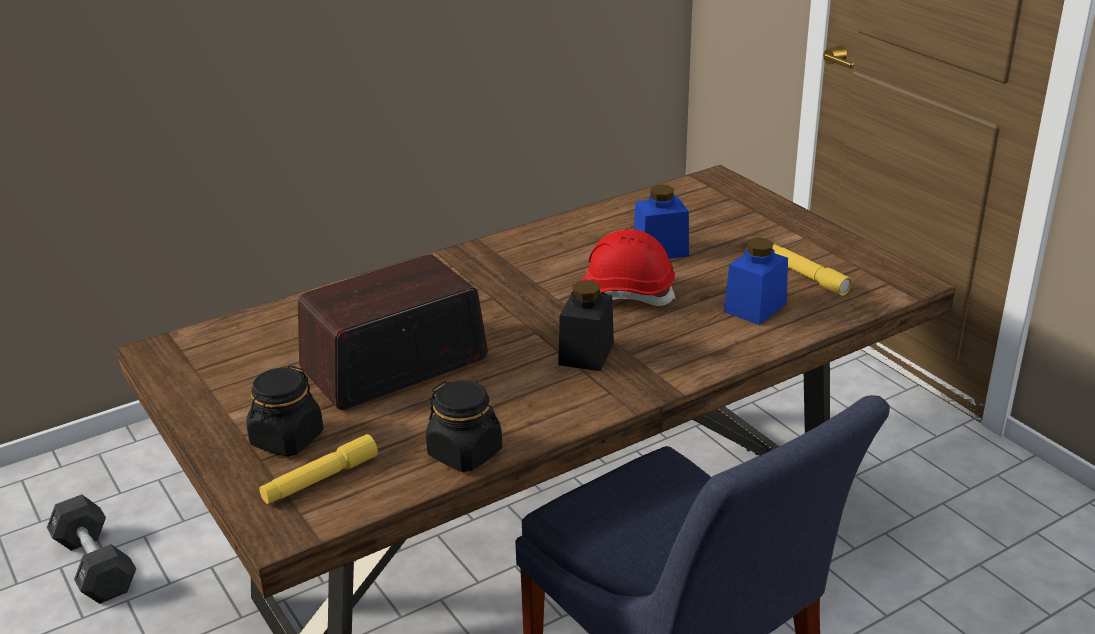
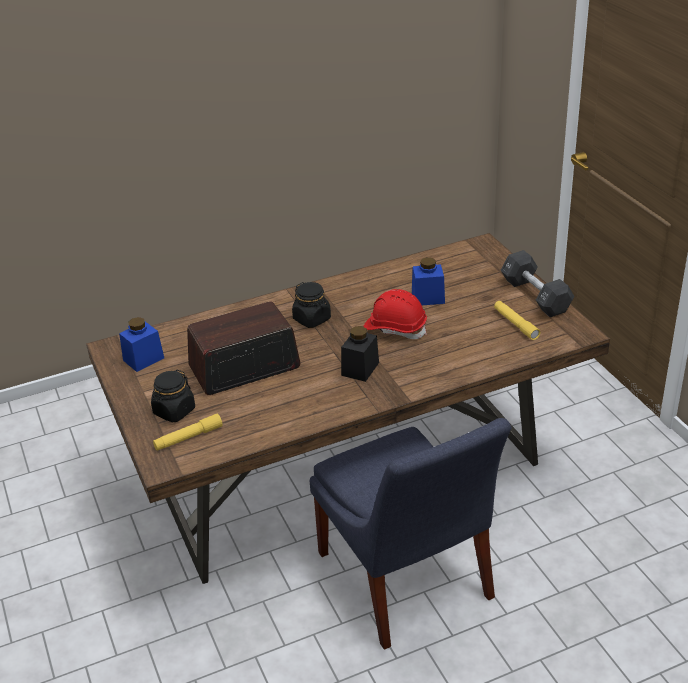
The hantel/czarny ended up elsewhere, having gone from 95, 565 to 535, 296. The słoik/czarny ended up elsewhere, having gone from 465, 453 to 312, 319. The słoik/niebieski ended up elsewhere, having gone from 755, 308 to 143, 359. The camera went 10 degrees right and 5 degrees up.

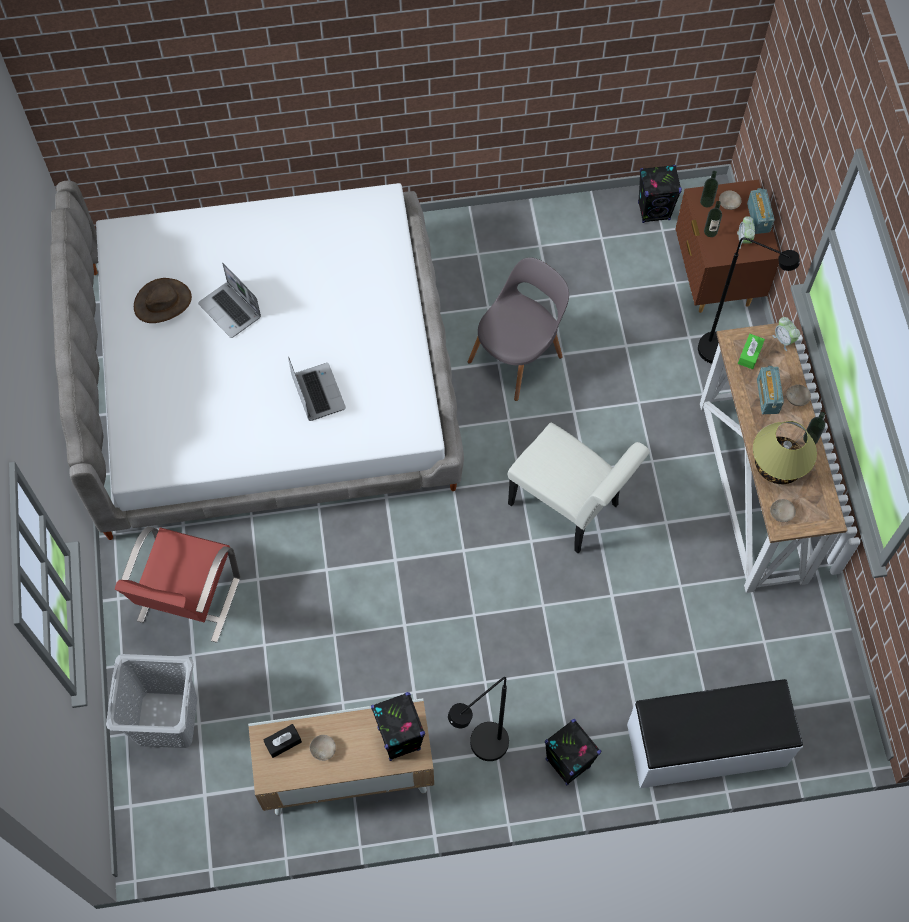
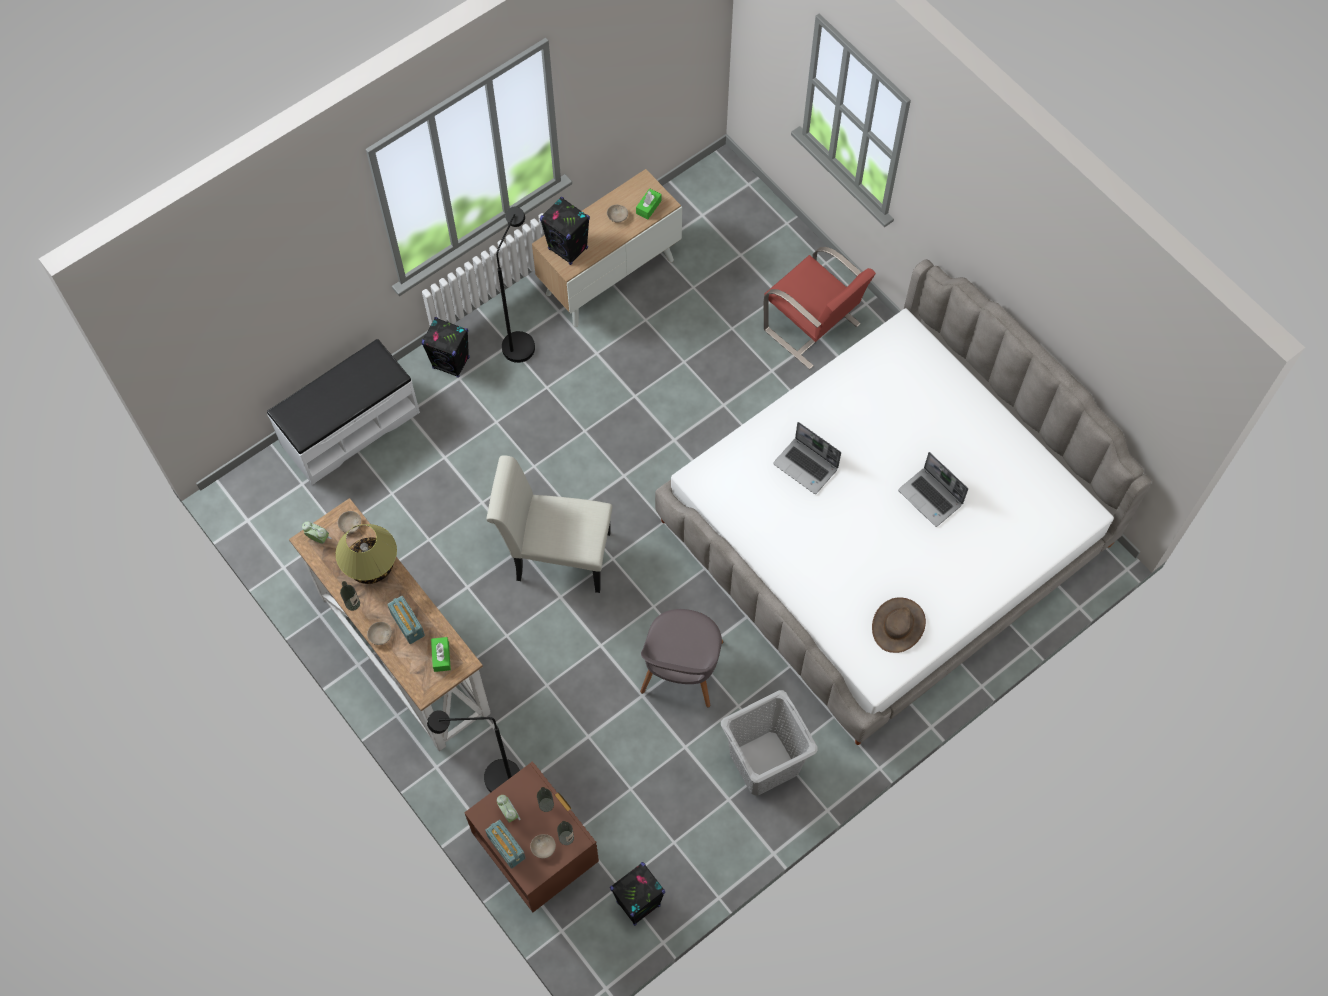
The kosz na pranie/szary ended up elsewhere, having gone from 166, 719 to 765, 763. The kapelusz/brązowy ended up elsewhere, having gone from 162, 302 to 898, 625. The budzik ended up elsewhere, having gone from 784, 340 to 318, 538. What was the pudełko chusteczek/czarny at 283, 742 turned into the pudełko chusteczek/zielony at 648, 207. The krzesło/czerwony at 187, 601 ended up facing another way, 150 degrees clockwise from before. The laptop at 231, 310 ended up facing another way, 150 degrees counterclockwise from before. The camera went 150 degrees right and 0 degrees up.

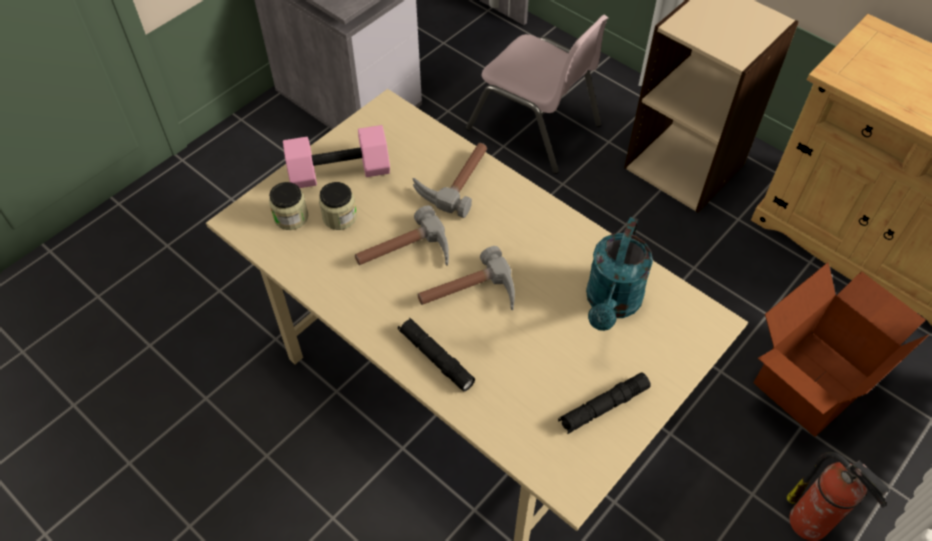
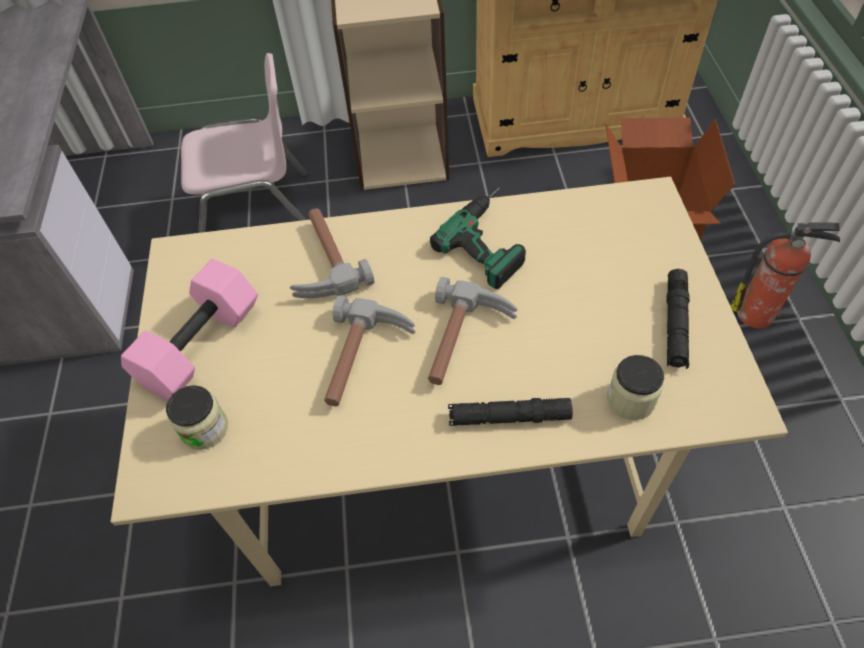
The second view lost the konewka/turkusowy at 611, 304. The second view gained the wiertarka at 493, 238. The słoik ended up elsewhere, having gone from 339, 217 to 630, 399. The camera went 45 degrees left and 0 degrees up.

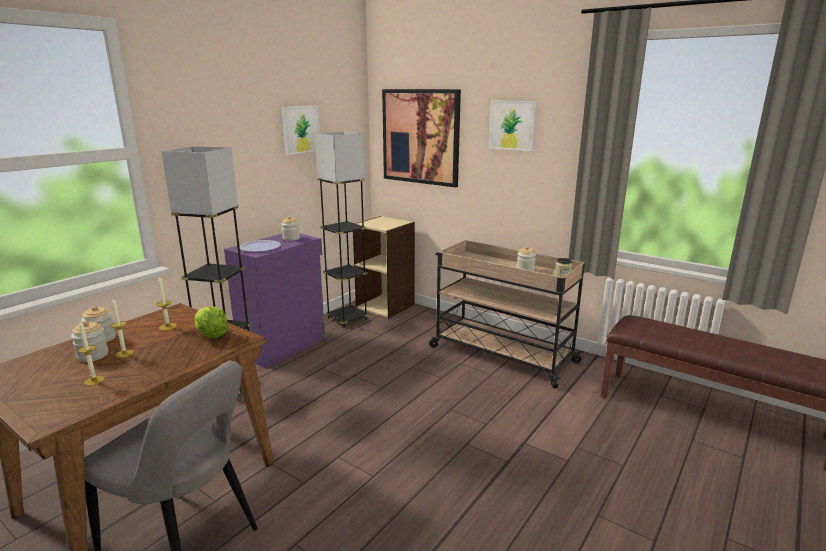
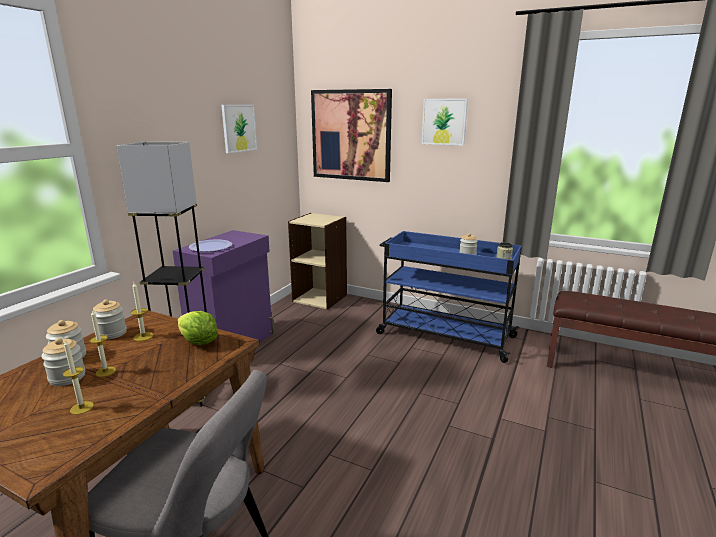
The second view lost the lampa stojąca/szary at 347, 319. The słoik ended up elsewhere, having gone from 291, 238 to 112, 333. What was the wózek/beżowy at 500, 354 turned into the wózek/niebieski at 443, 335. The camera went 10 degrees left and 0 degrees up.

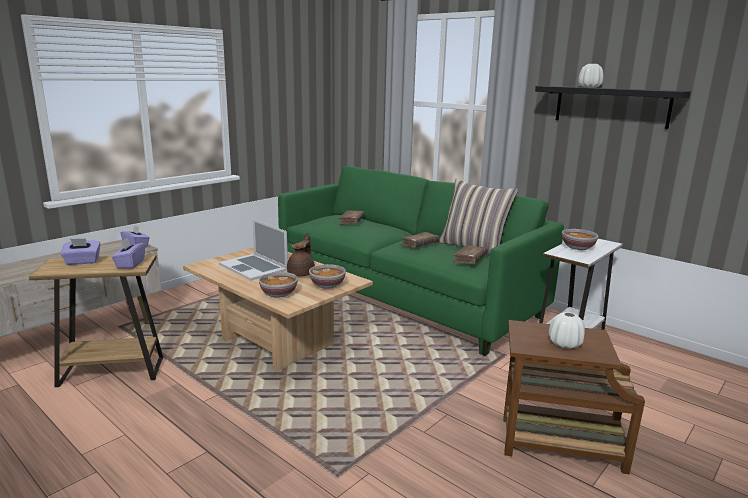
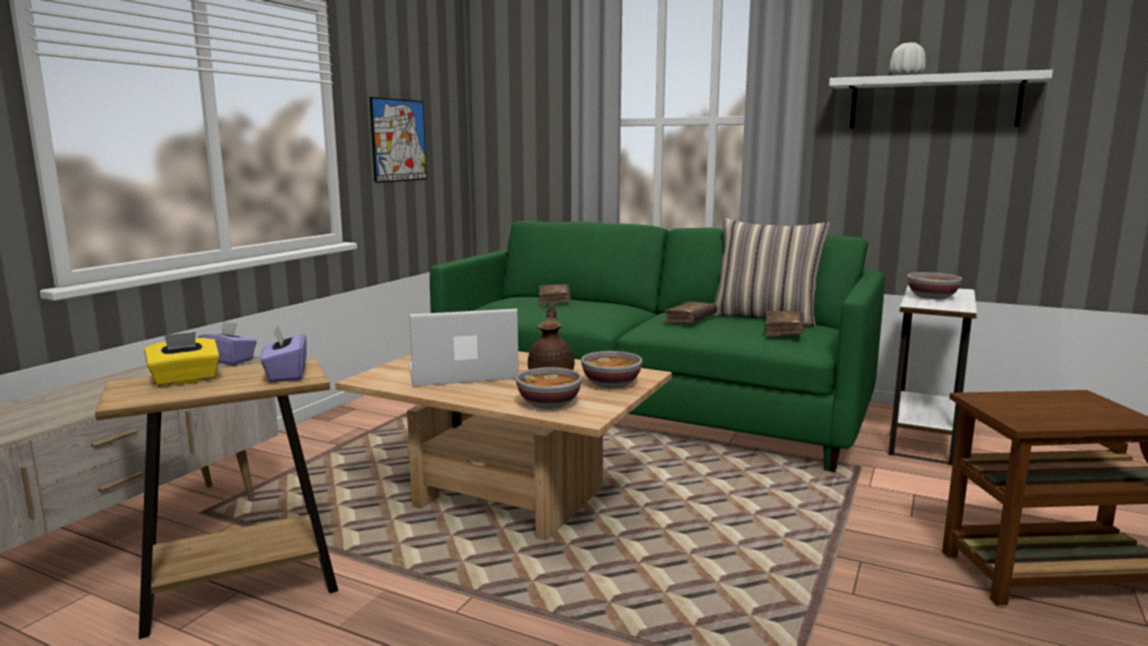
The second view lost the wazon/biały at 565, 344. The second view gained the obraz at 398, 140. What was the pudełko chusteczek/fioletowy at 82, 262 turned into the pudełko chusteczek/żółty at 185, 380. What was the półka/czarny at 611, 106 turned into the półka/biały at 933, 102. The laptop at 253, 267 ended up facing another way, 135 degrees clockwise from before. The camera went 15 degrees left and 5 degrees down.

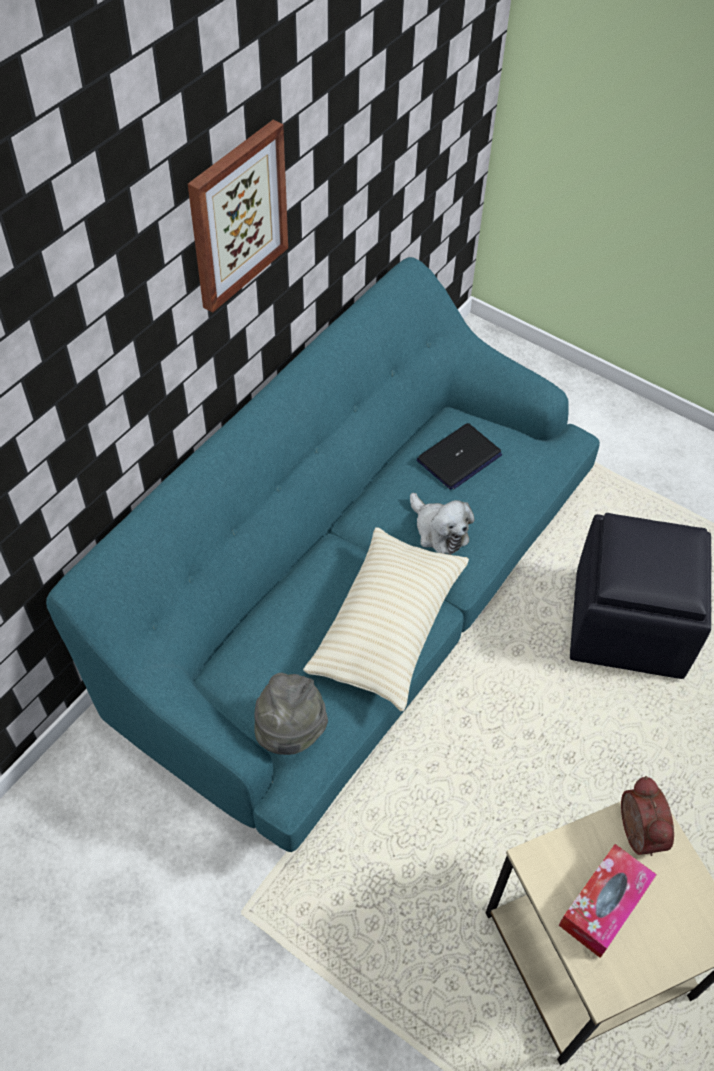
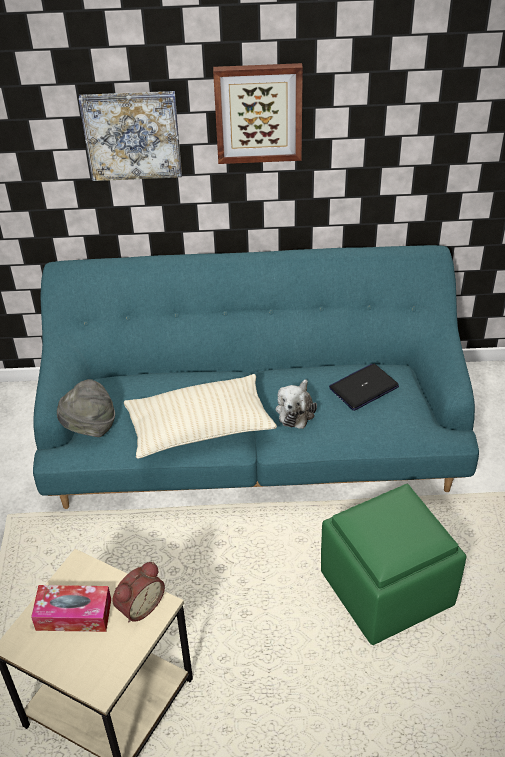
The second view gained the obraz at 132, 135. What was the pufa/czarny at 629, 625 turned into the pufa/zielony at 386, 590. The laptop at 459, 458 ended up facing another way, 135 degrees clockwise from before. The camera went 55 degrees right and 10 degrees down.

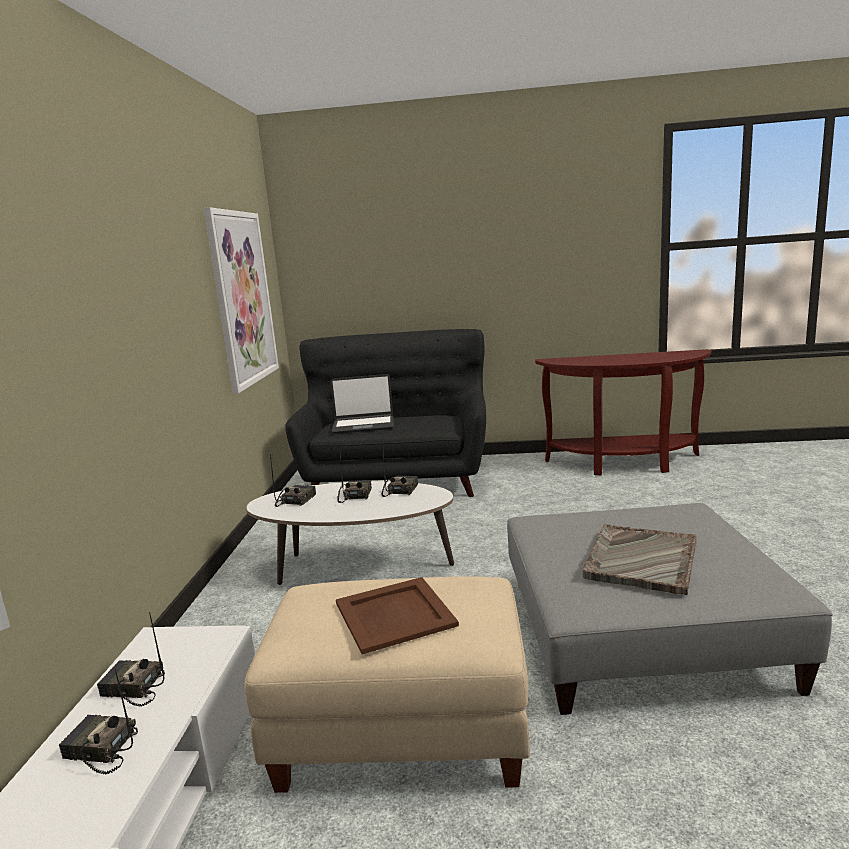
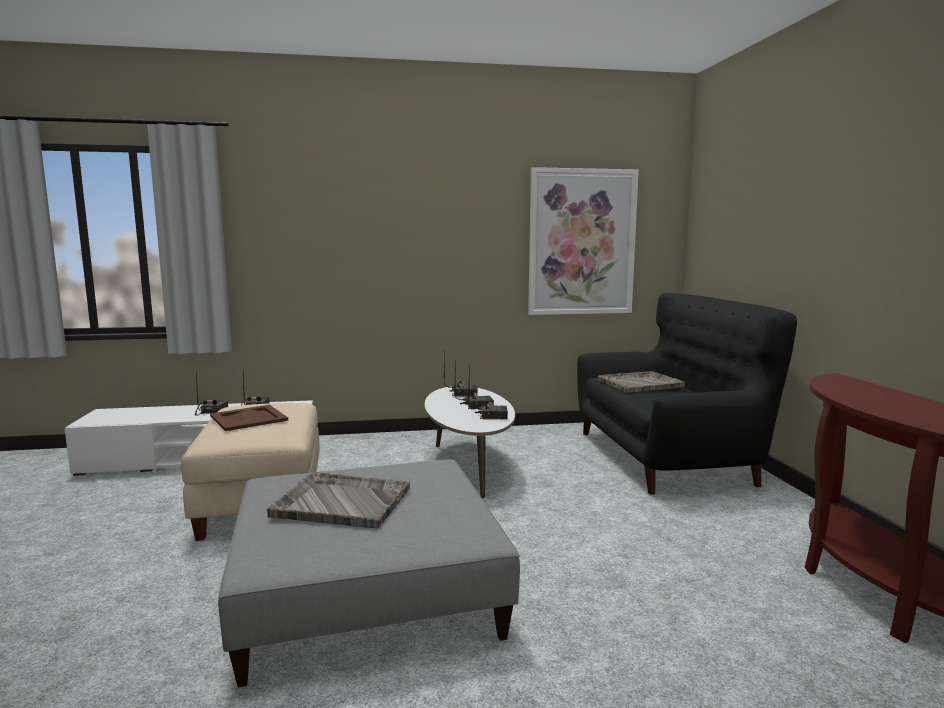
Where the laptop stood at 363, 425, the taca/szary came to stand at 641, 383. The camera went 75 degrees right and 5 degrees down.

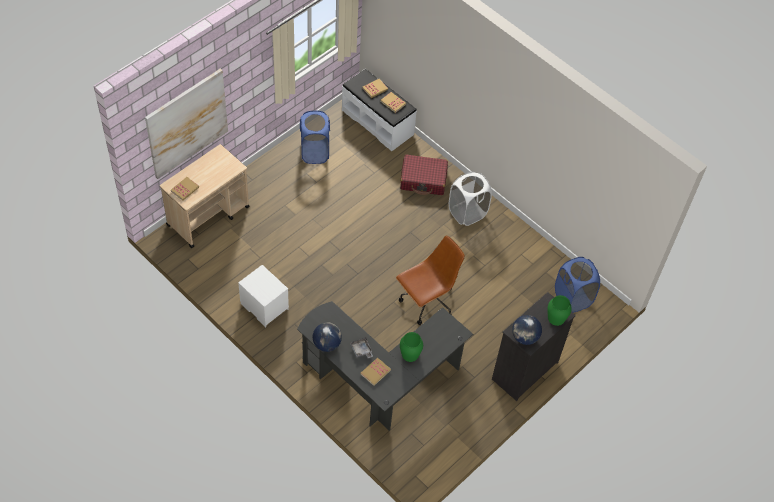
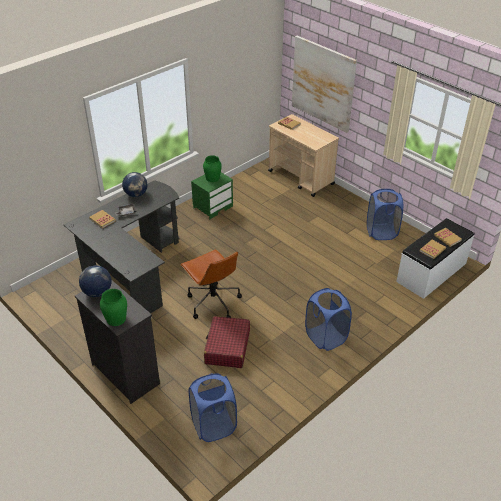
The walizka/czerwony ended up elsewhere, having gone from 423, 180 to 227, 347. The wazon/zielony ended up elsewhere, having gone from 410, 354 to 212, 178. What was the szafka nocna/biały at 263, 307 turned into the szafka nocna/zielony at 213, 206. What was the kosz na pranie/biały at 467, 213 turned into the kosz na pranie/niebieski at 325, 337. The camera went 95 degrees right and 15 degrees down.

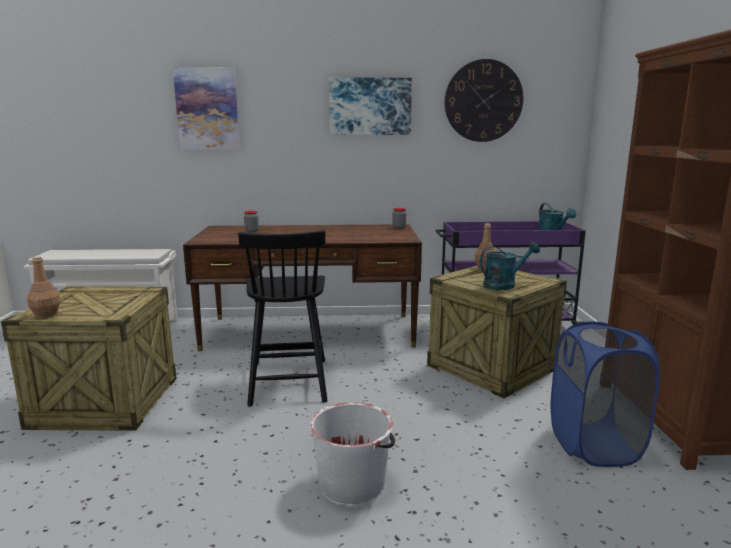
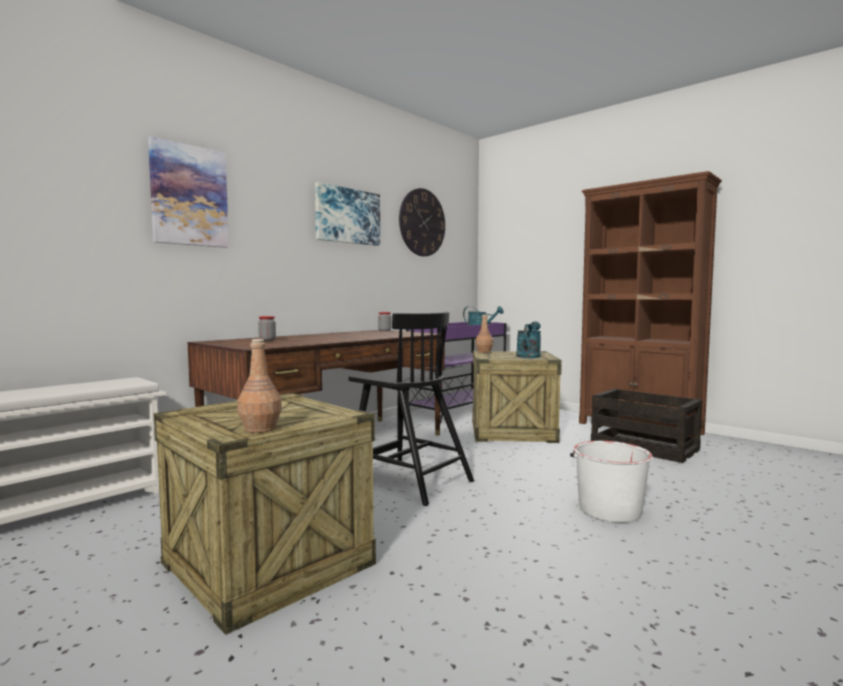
Where the kosz na pranie/niebieski stood at 594, 445, the skrzynka came to stand at 645, 447. The camera went 45 degrees left and 10 degrees down.

